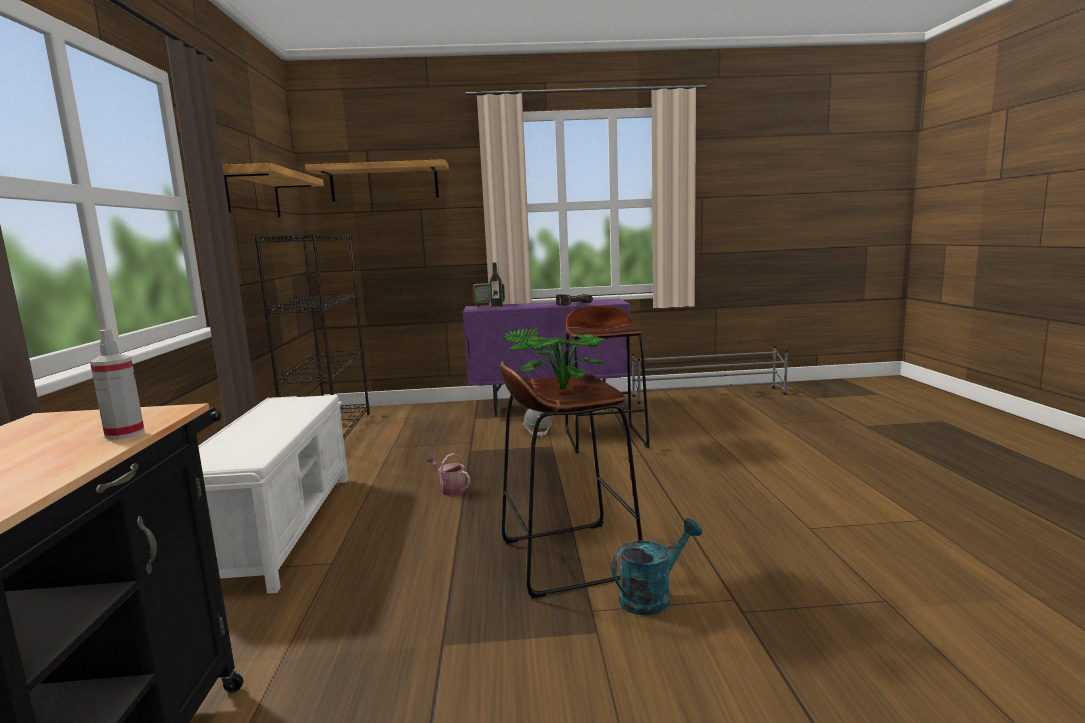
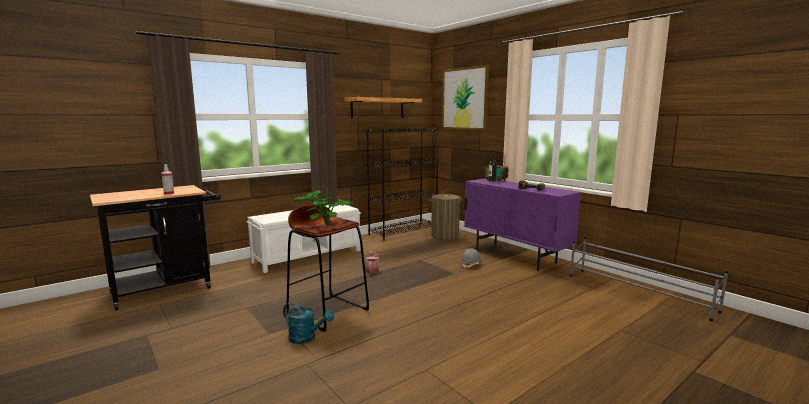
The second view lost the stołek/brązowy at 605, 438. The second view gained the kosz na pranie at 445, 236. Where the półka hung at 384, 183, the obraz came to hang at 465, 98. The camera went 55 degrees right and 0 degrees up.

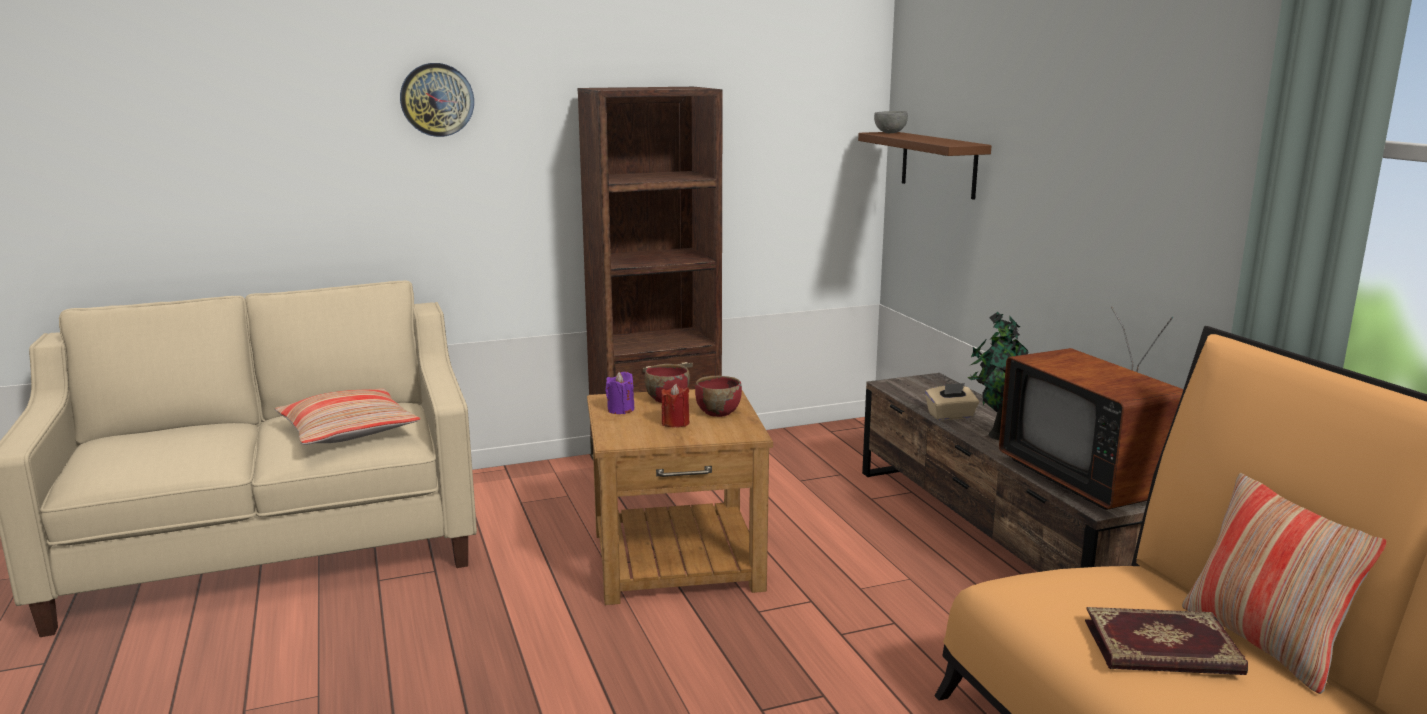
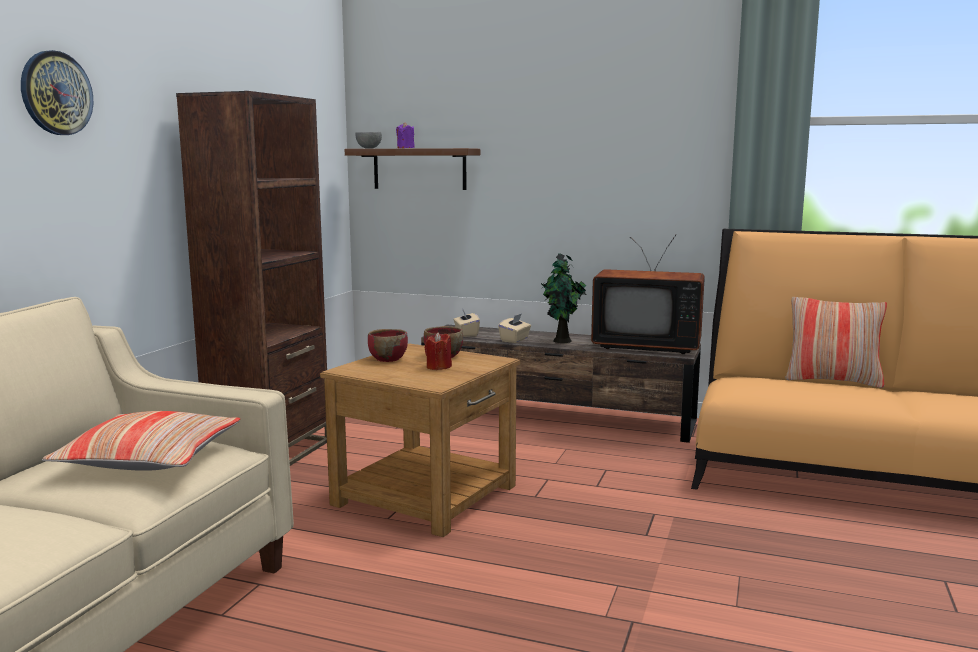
The second view lost the książka at 1162, 649. The second view gained the pudełko chusteczek/beżowy at 466, 334. The świeca/fioletowy ended up elsewhere, having gone from 620, 410 to 405, 148. The camera went 50 degrees left and 5 degrees down.

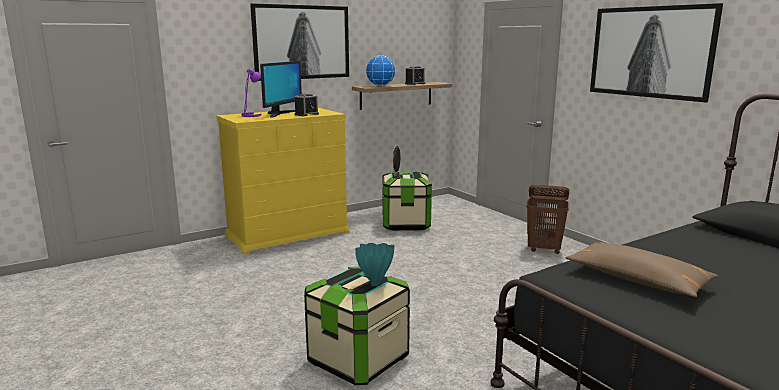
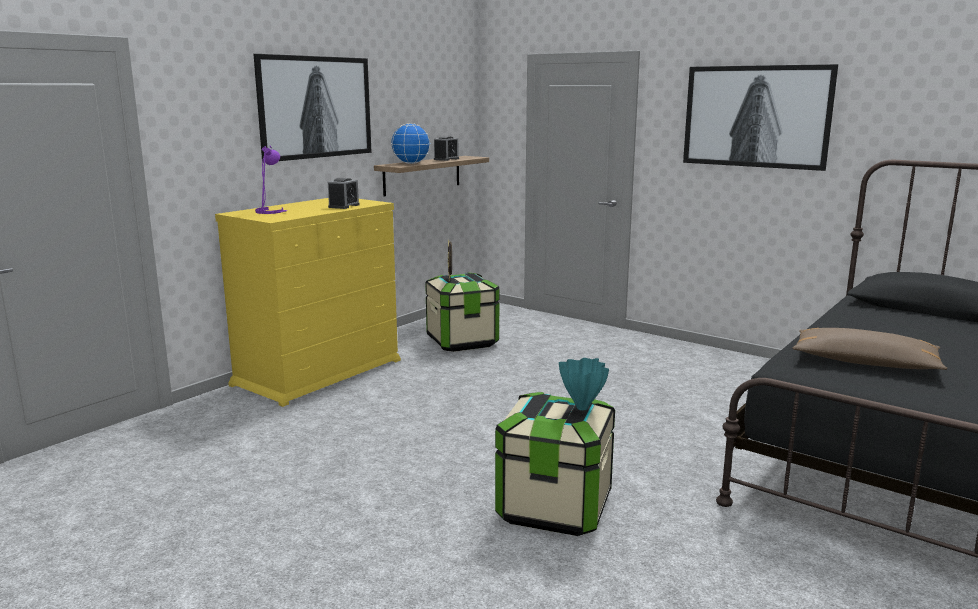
The second view lost the monitor at 281, 113. The second view lost the kosz na pranie/brązowy at 544, 249. The camera went 20 degrees left and 0 degrees up.

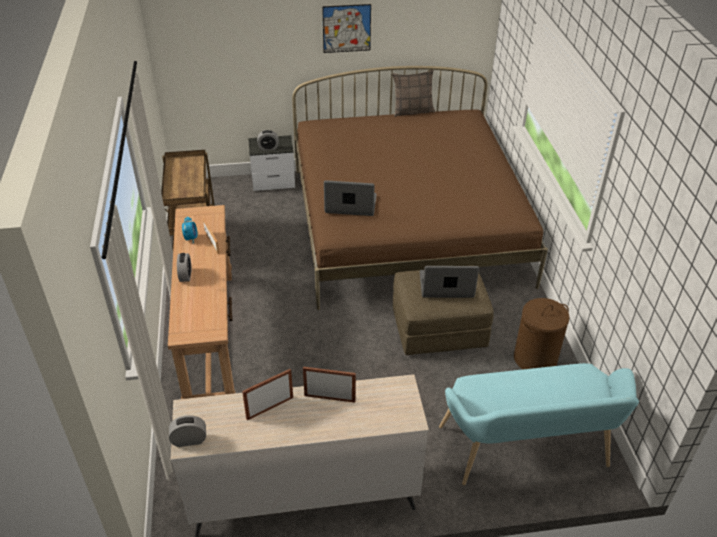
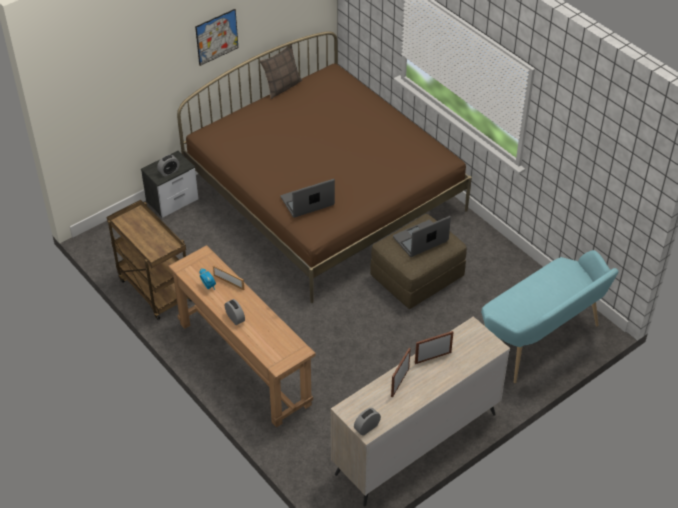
The second view lost the kosz na pranie/brązowy at 535, 359. The camera went 30 degrees left and 5 degrees up.

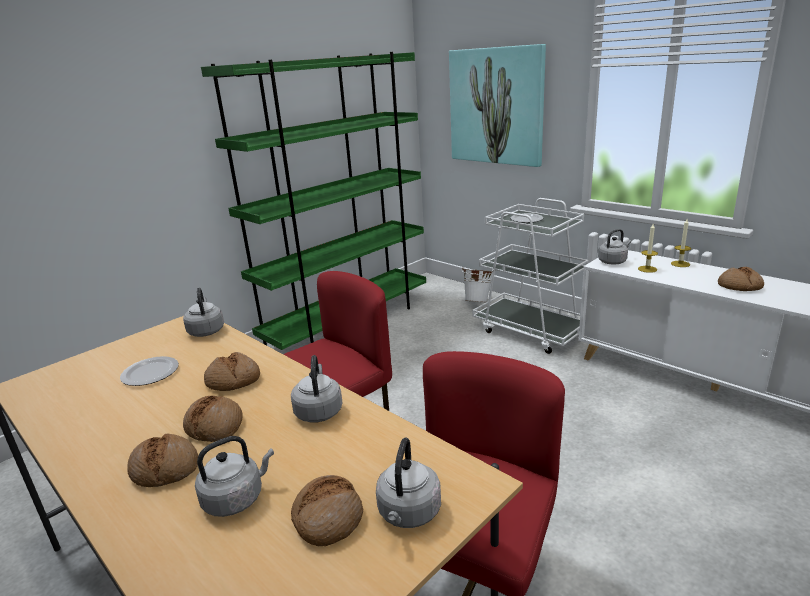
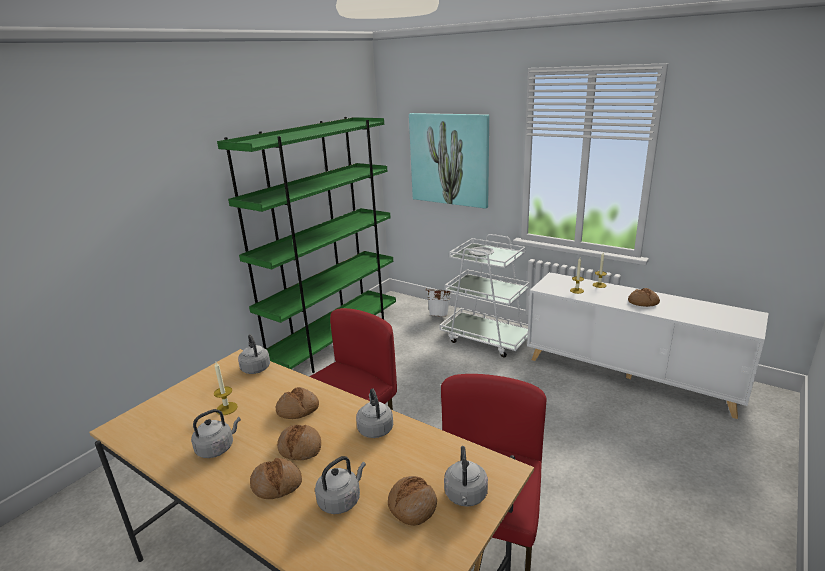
The czajnik/szary ended up elsewhere, having gone from 613, 261 to 217, 448. Where the talerz stood at 151, 373, the świeca came to stand at 226, 408. The camera went 10 degrees left and 0 degrees up.

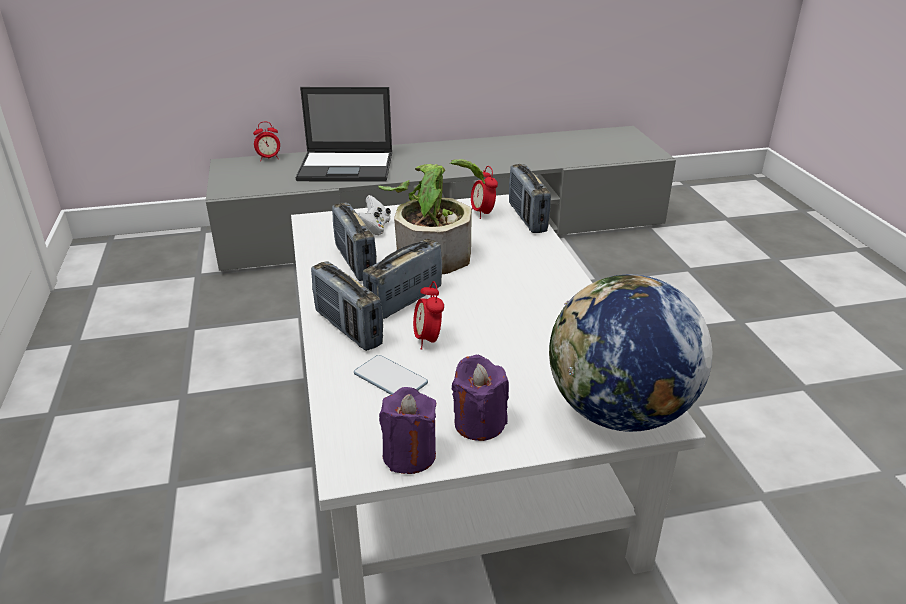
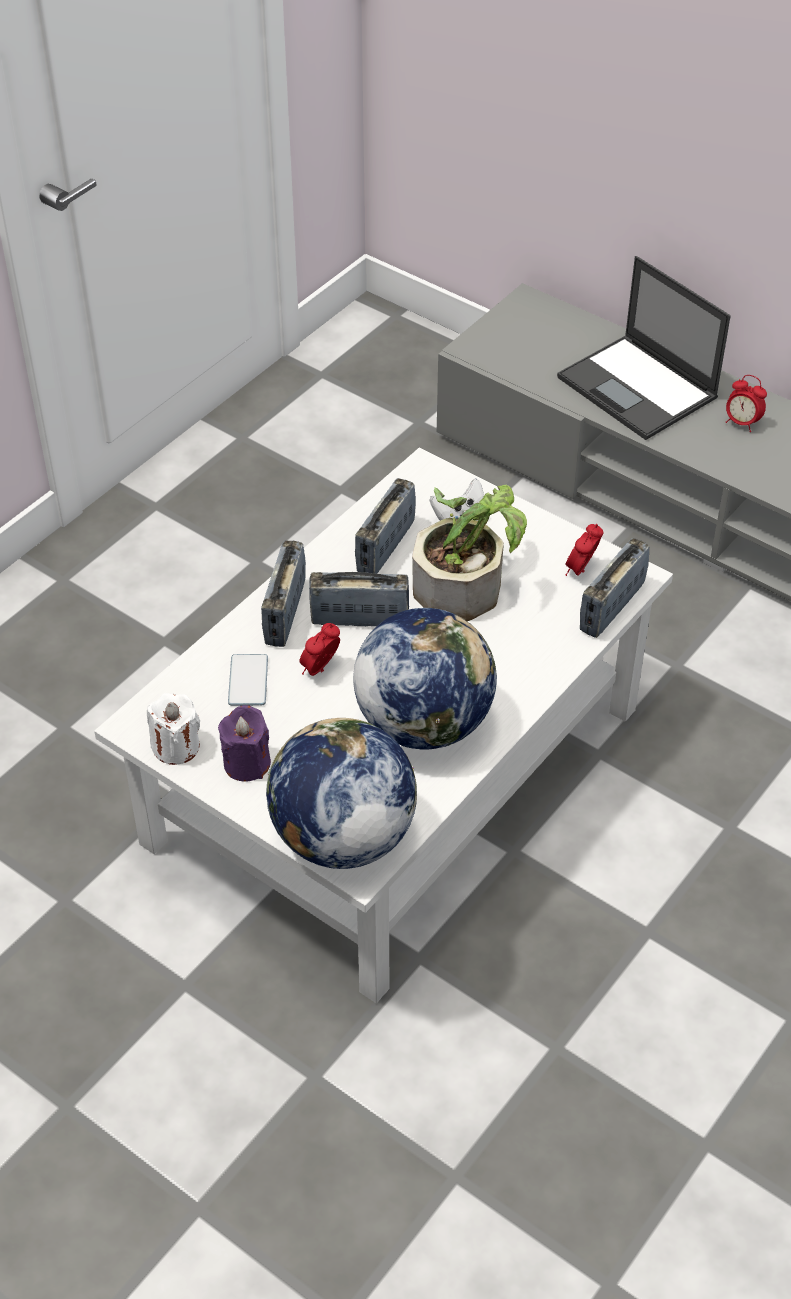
The second view gained the globus at 424, 723. The budzik ended up elsewhere, having gone from 269, 158 to 741, 423. What was the świeca/fioletowy at 409, 455 turned into the świeca/biały at 176, 747. The camera went 50 degrees right and 15 degrees up.

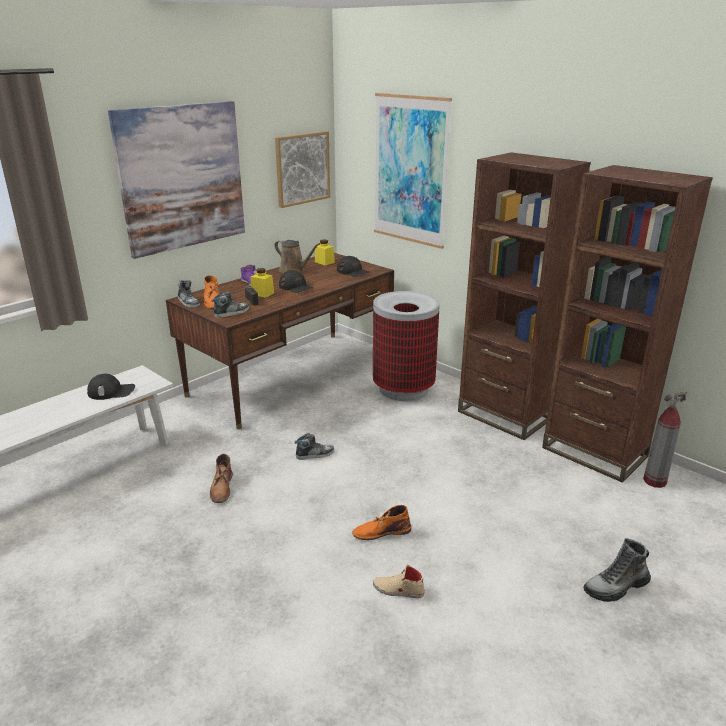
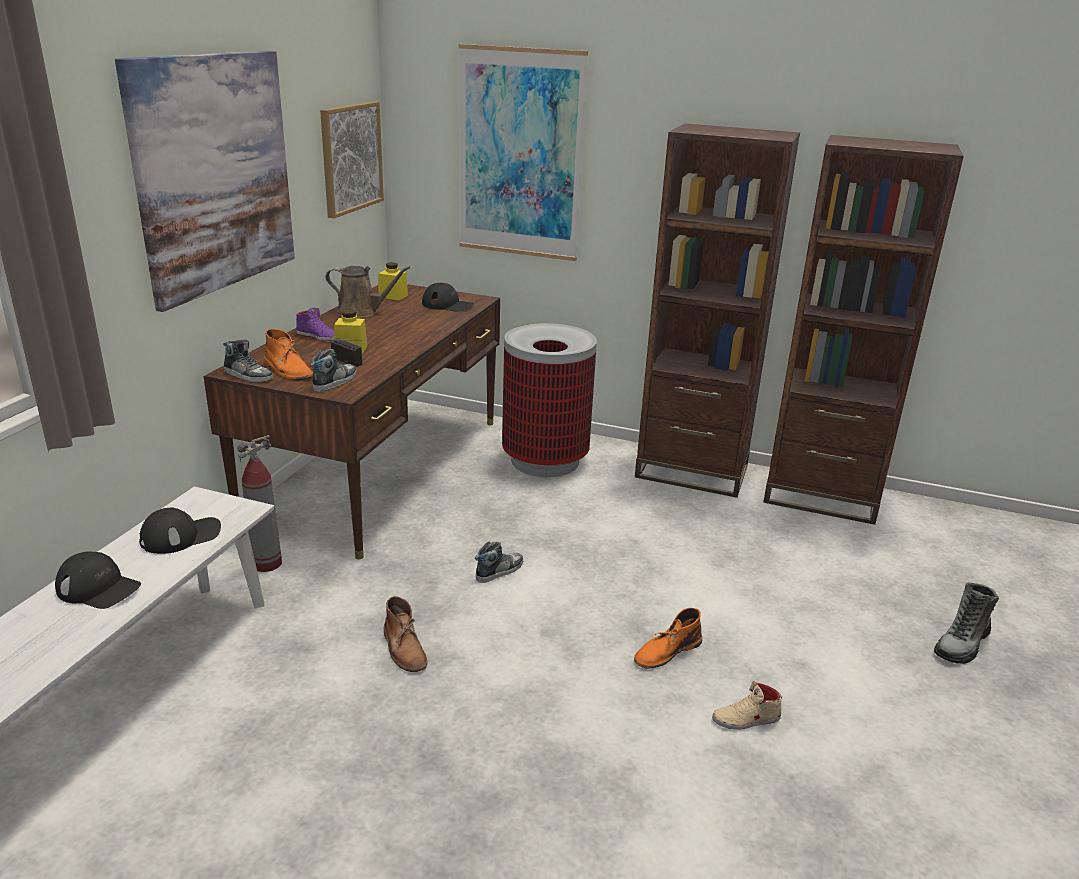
The czapka z daszkiem/czarny ended up elsewhere, having gone from 296, 287 to 98, 588. The gaśnica ended up elsewhere, having gone from 654, 481 to 266, 563. The camera went 25 degrees left and 0 degrees up.

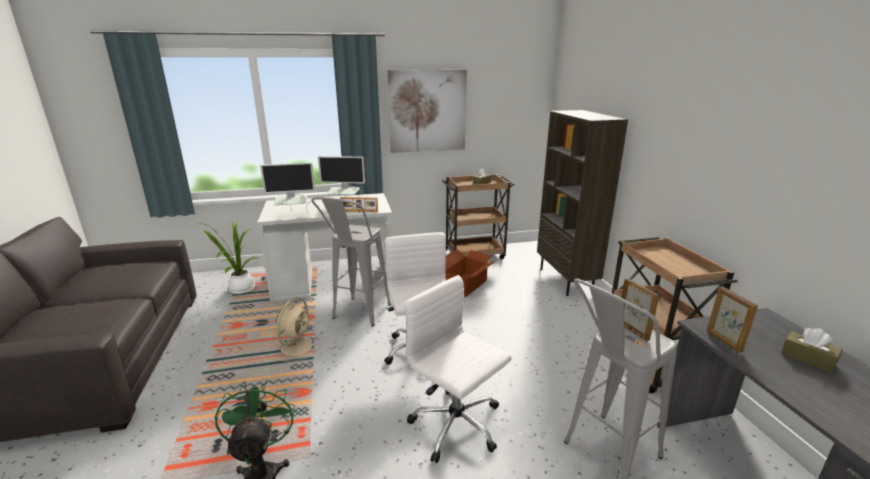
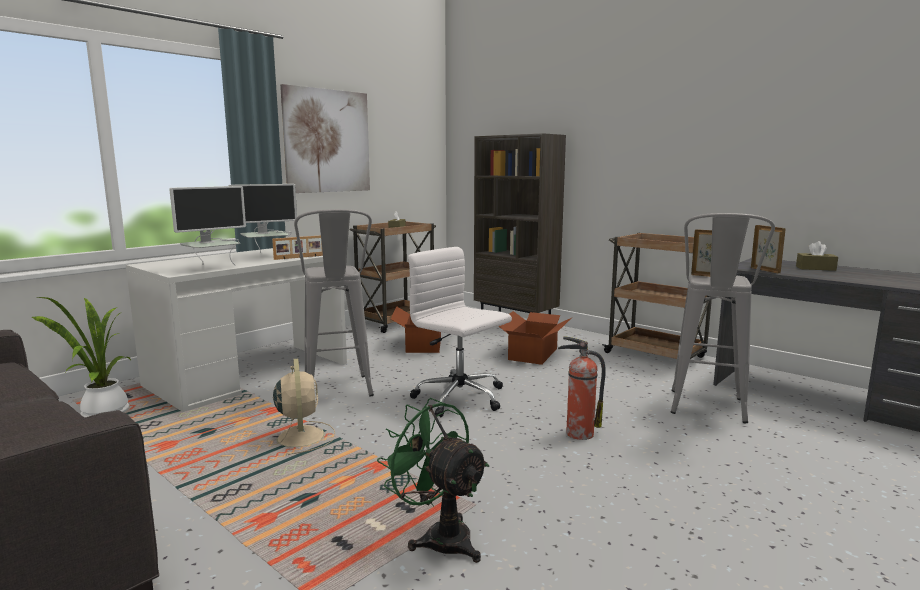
The second view gained the karton at 534, 354. Where the krzesło biurowe/biały stood at 457, 426, the gaśnica came to stand at 578, 433. The ramka na zdjęcie at 723, 341 ended up facing another way, 150 degrees counterclockwise from before. The camera went 35 degrees left and 10 degrees down.

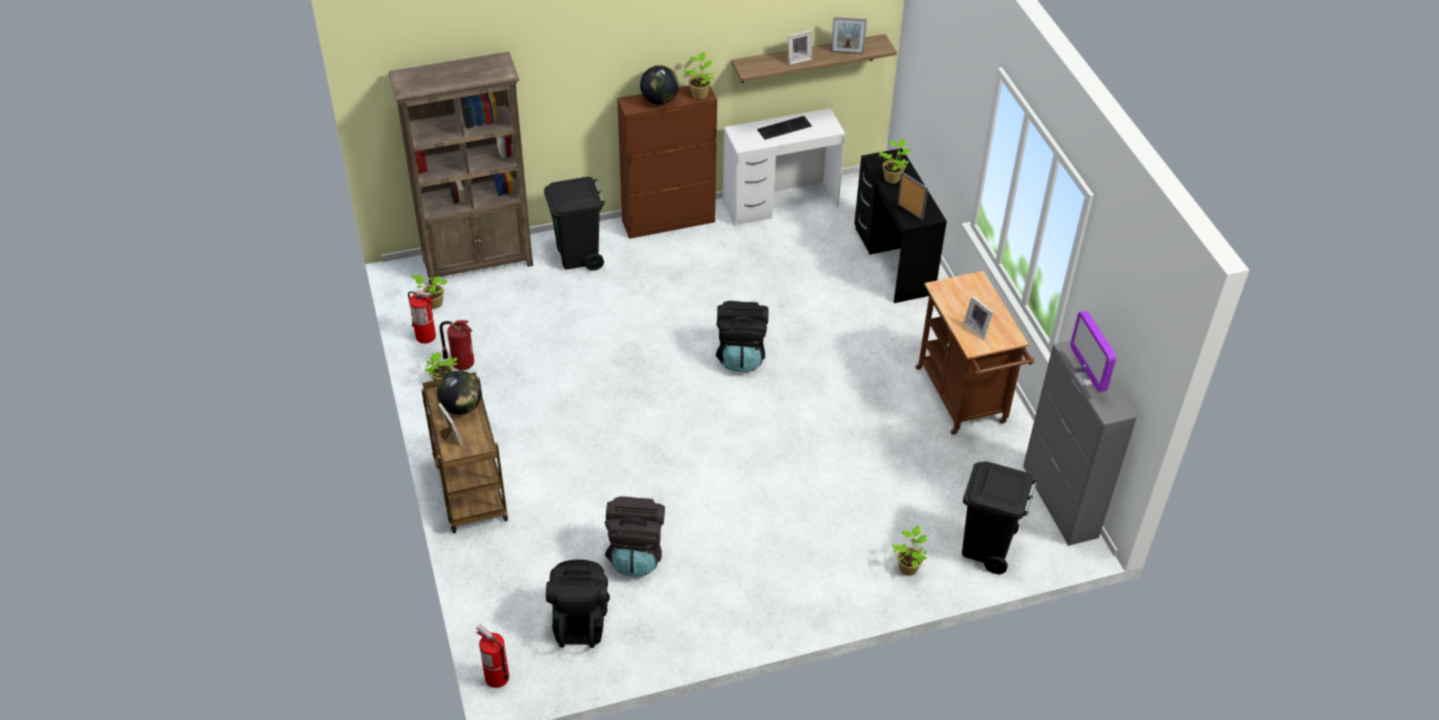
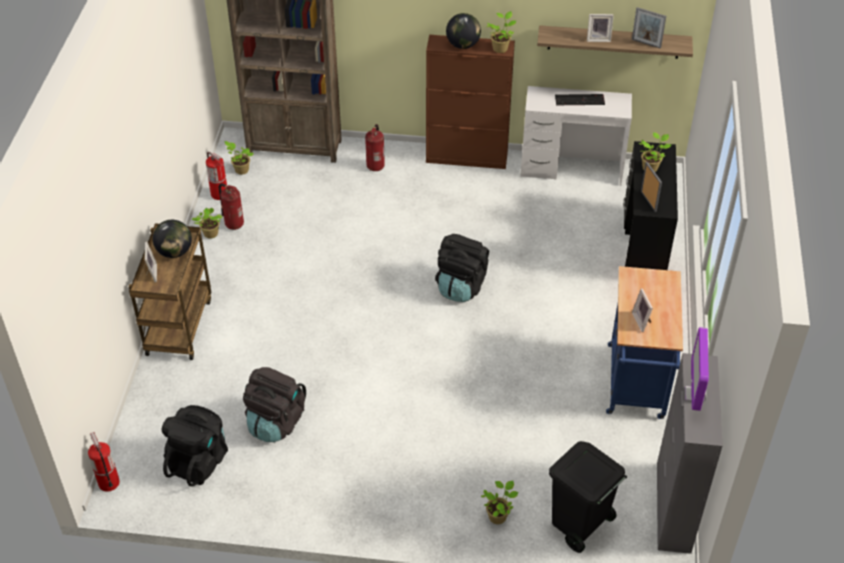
Where the kosz na śmieci/czarny stood at 578, 257, the gaśnica came to stand at 376, 166. What was the wózek/brązowy at 964, 400 turned into the wózek/niebieski at 636, 387. The camera went 25 degrees right and 0 degrees up.

